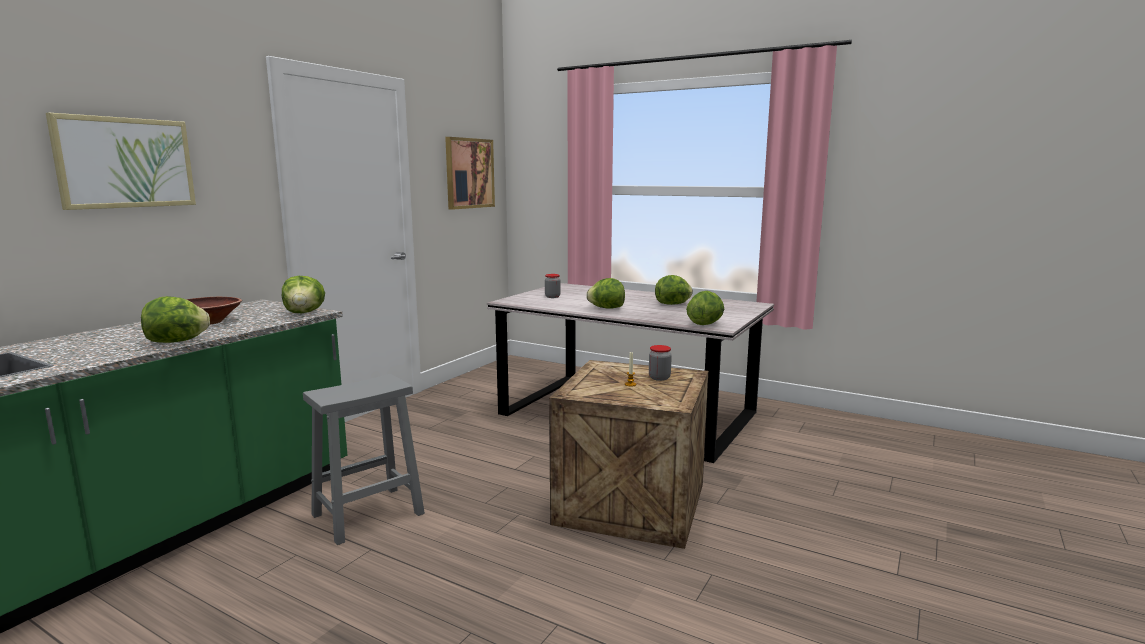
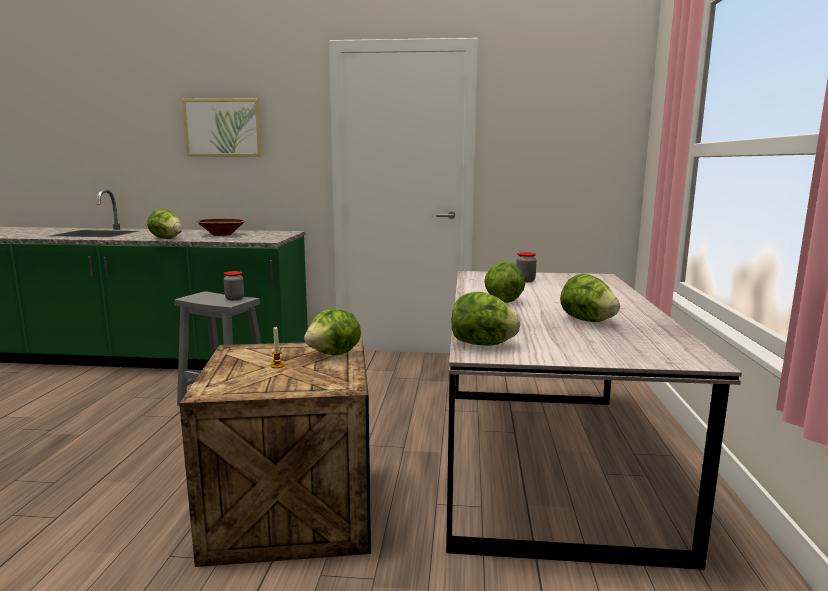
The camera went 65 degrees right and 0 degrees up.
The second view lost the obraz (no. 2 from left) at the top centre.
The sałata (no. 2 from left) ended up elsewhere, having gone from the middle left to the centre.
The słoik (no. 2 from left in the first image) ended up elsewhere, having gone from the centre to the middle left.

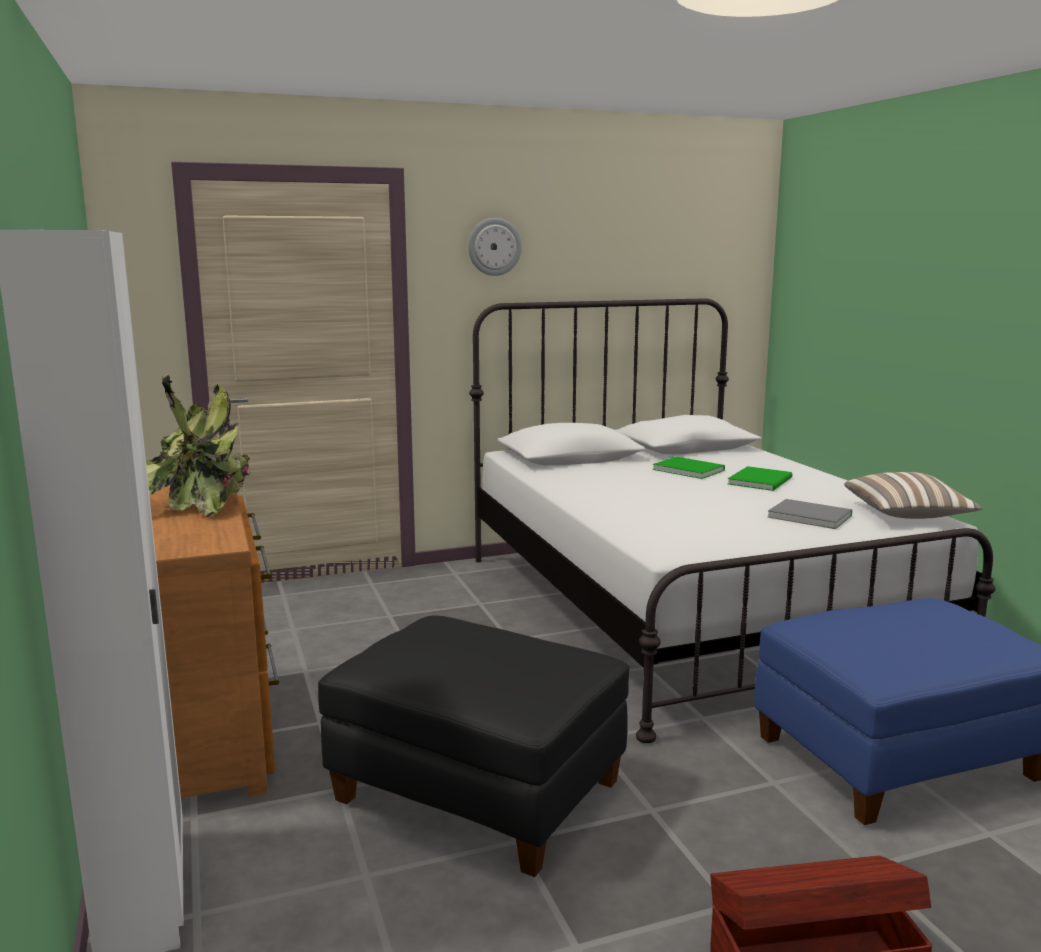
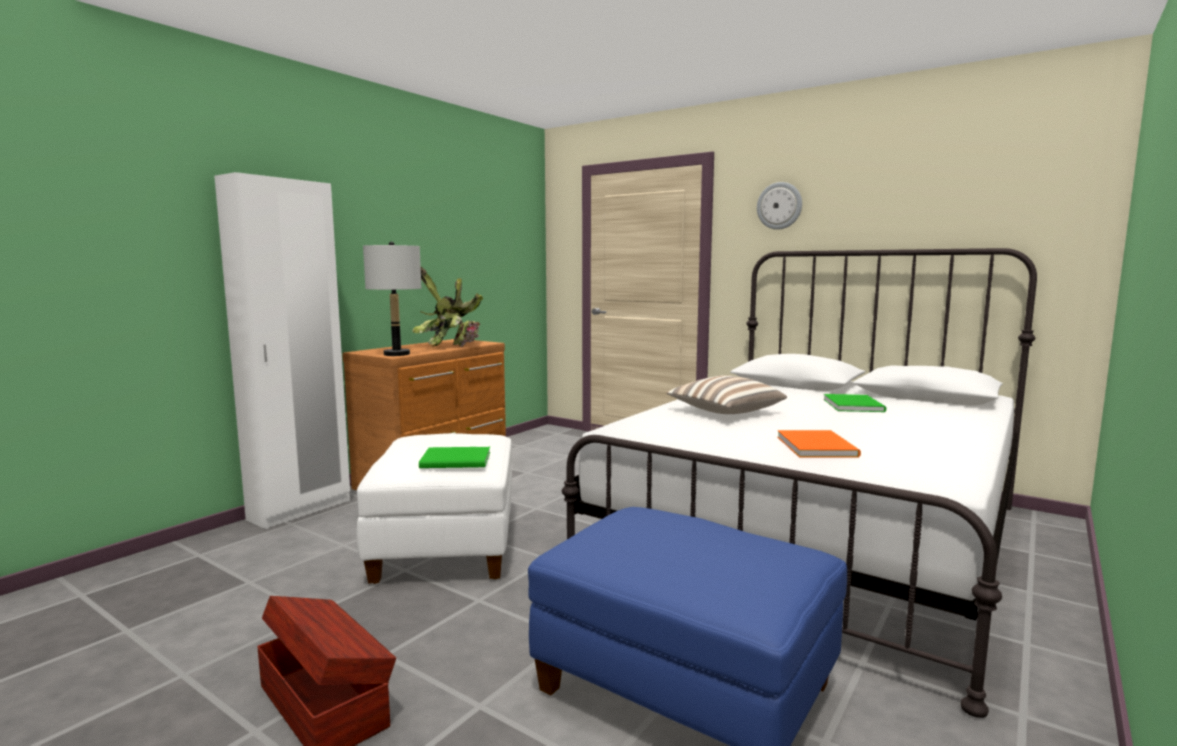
The camera went 55 degrees right and 5 degrees down.
The second view gained the lampa stołowa (szary) at the middle left.
The książka (zielony) (no. 2 from left in the first image) ended up elsewhere, having gone from the middle right to the centre.
The poduszka ended up elsewhere, having gone from the middle right to the centre.
What was the pufa (czarny) at the bottom centre turned into the pufa (biały) at the bottom centre.
What was the książka (szary) at the middle right turned into the książka (pomarańczowy) at the middle right.

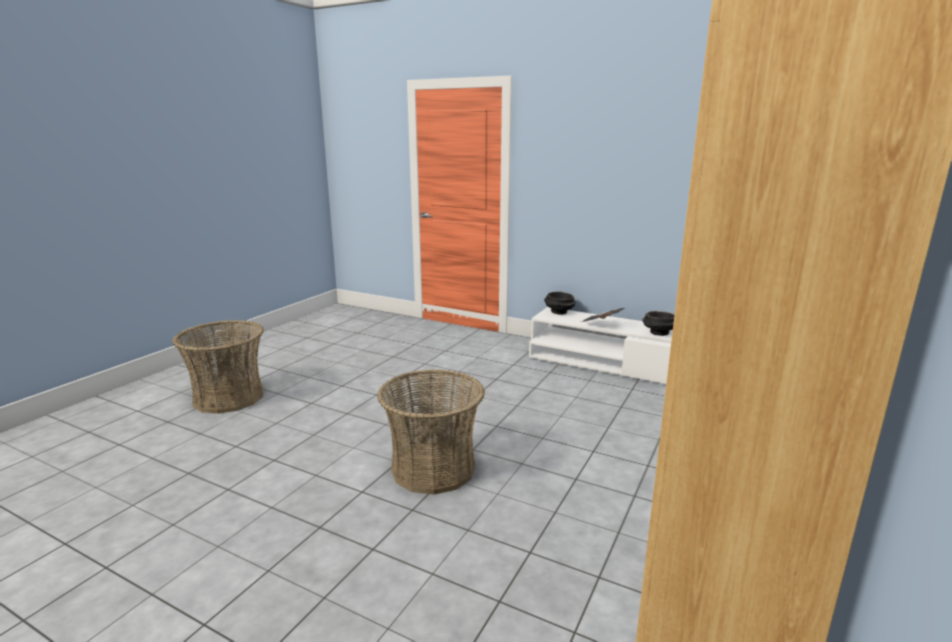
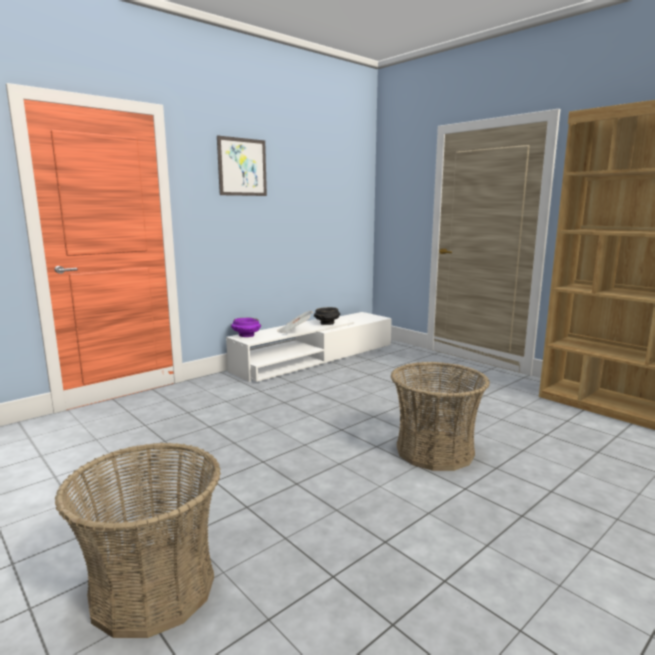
The camera went 70 degrees left and 5 degrees down.
The second view gained the obraz at the top centre.
What was the miska (czarny) (no. 1 from left) at the centre turned into the miska (fioletowy) at the centre.

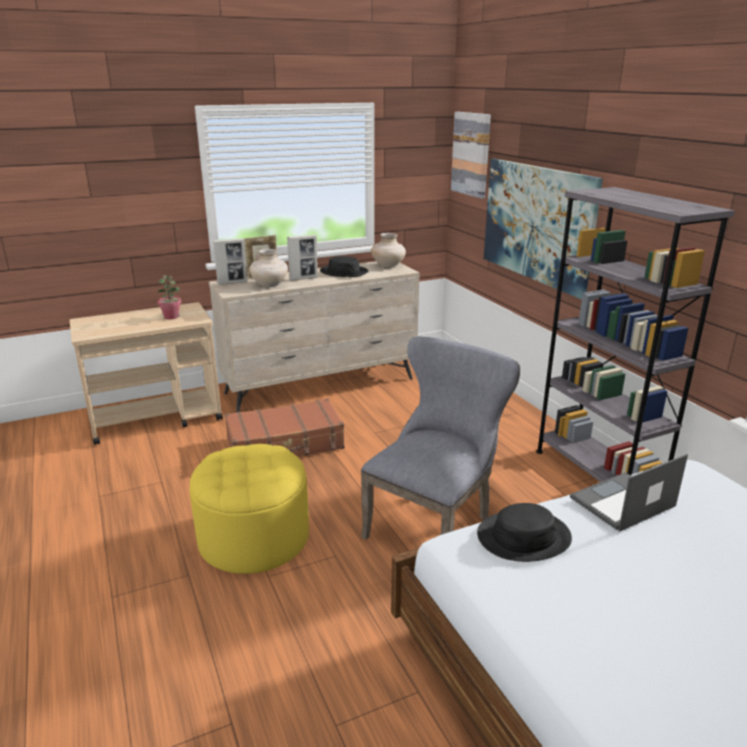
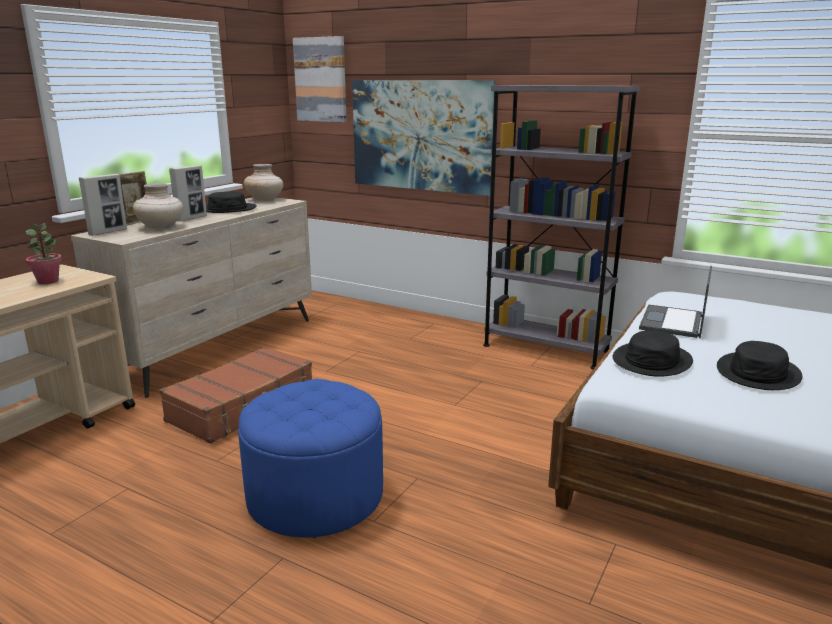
The camera went 35 degrees left and 5 degrees down.
The second view lost the krzesło (szary) at the centre.
The second view gained the kapelusz (czarny) (no. 3 from left) at the middle right.
What was the pufa (żółty) at the bottom centre turned into the pufa (niebieski) at the bottom centre.

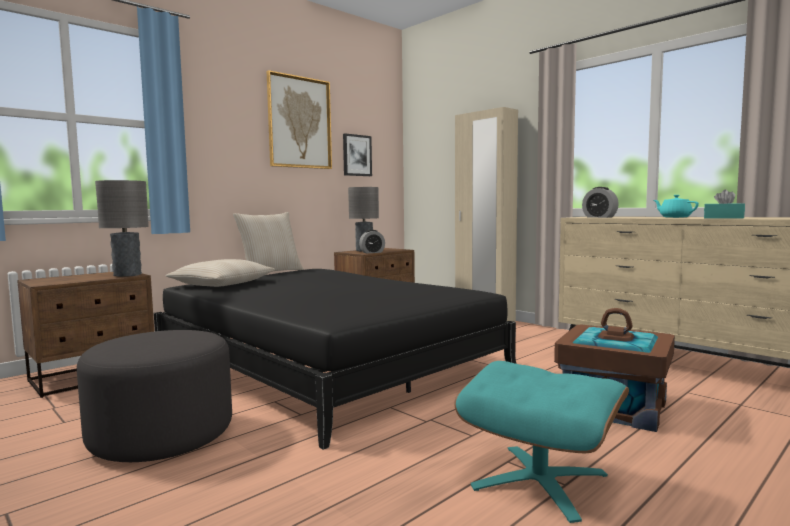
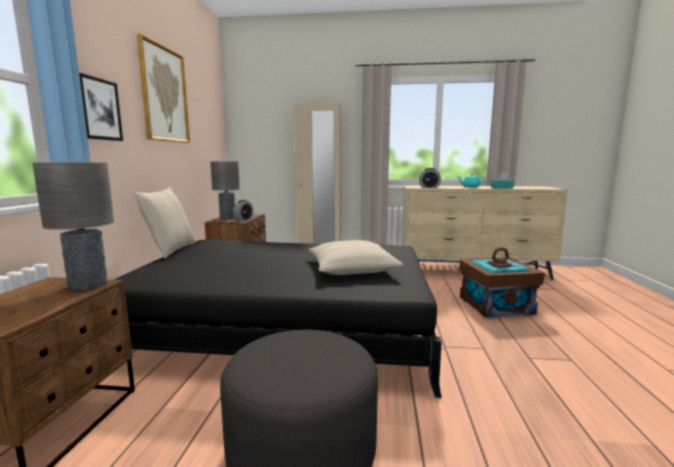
The camera went 40 degrees left and 5 degrees up.
The second view lost the pufa (turkusowy) at the bottom right.
The poduszka (beżowy) (no. 1 from left in the first image) ended up elsewhere, having gone from the middle left to the centre.
The obraz (no. 2 from left in the first image) ended up elsewhere, having gone from the top centre to the top left.

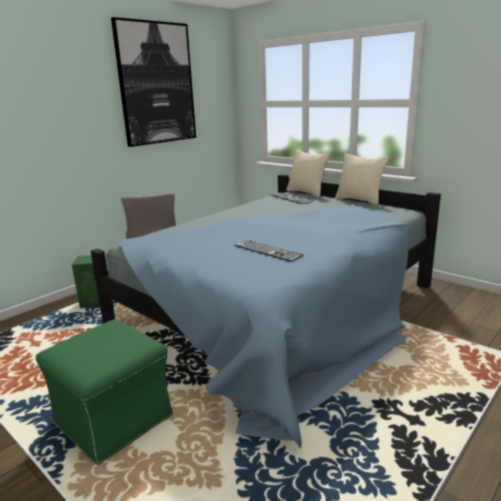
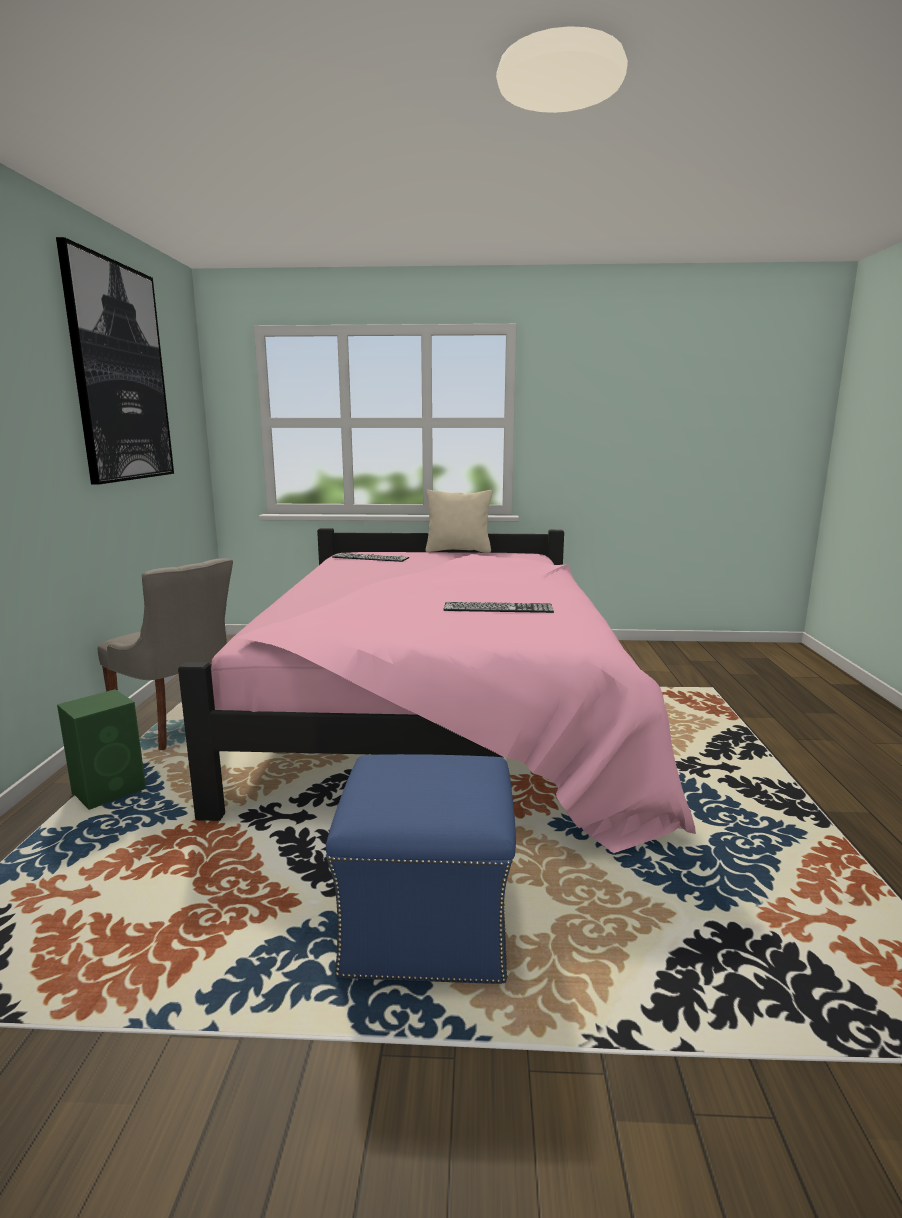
The camera went 40 degrees left and 5 degrees down.
The second view lost the poduszka (beżowy) (no. 1 from left) at the centre.
What was the pufa (zielony) at the bottom left turned into the pufa (niebieski) at the bottom centre.
What was the łóżko (niebieski) at the centre turned into the łóżko (różowy) at the centre.

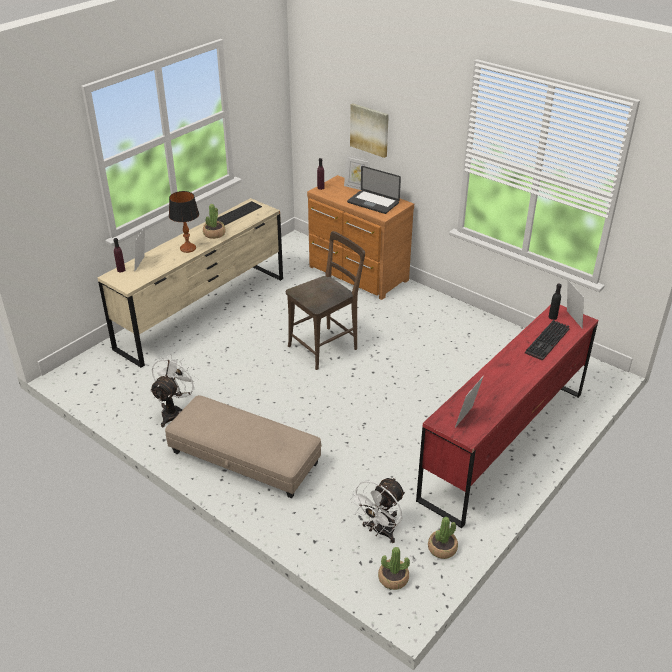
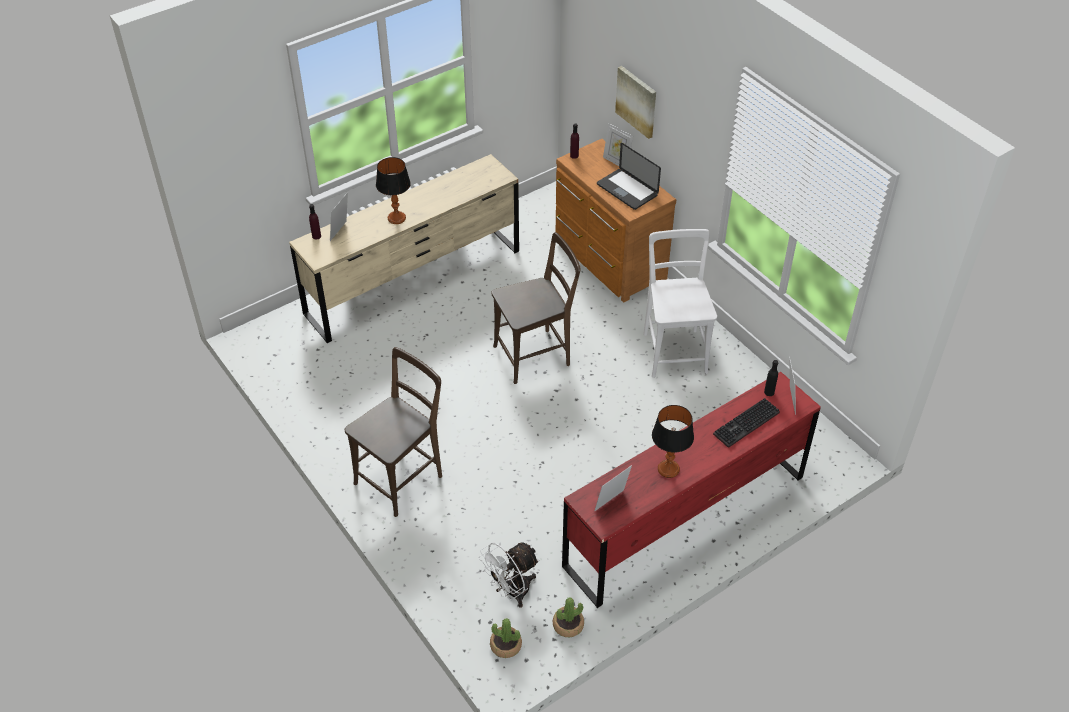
The camera went 15 degrees right and 10 degrees up.
The second view lost the wentylator (biały) (no. 1 from left) at the middle left.
The second view lost the roślina doniczkowa (no. 1 from left) at the top left.
The second view lost the klawiatura (no. 1 from left) at the top centre.
The second view gained the krzesło (biały) at the centre.
The second view gained the lampa stołowa (no. 2 from left) at the centre.
Where the pufa (beżowy) stood at the centre, the krzesło (brązowy) (no. 1 from left) came to stand at the centre.

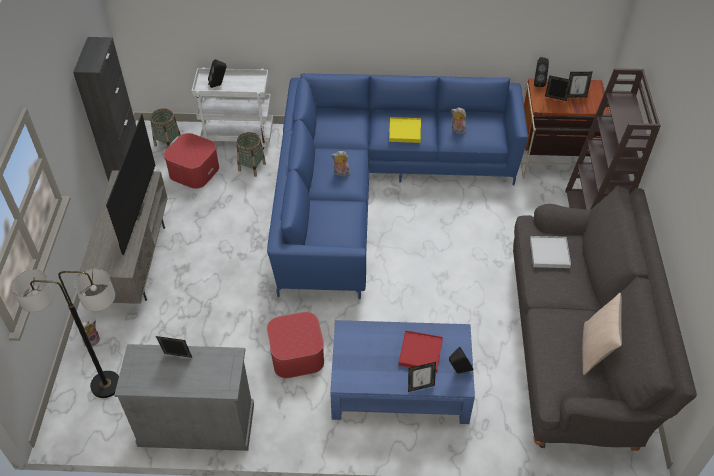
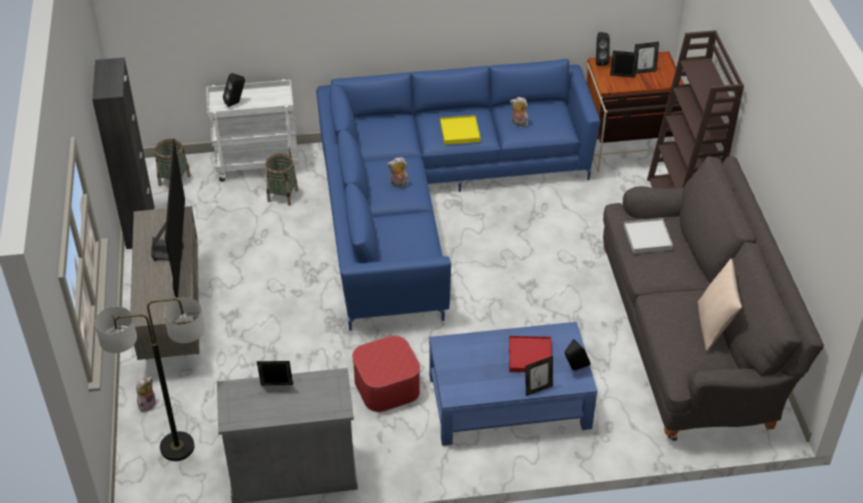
The camera went 10 degrees left and 5 degrees down.
The second view lost the pufa (no. 1 from left) at the middle left.

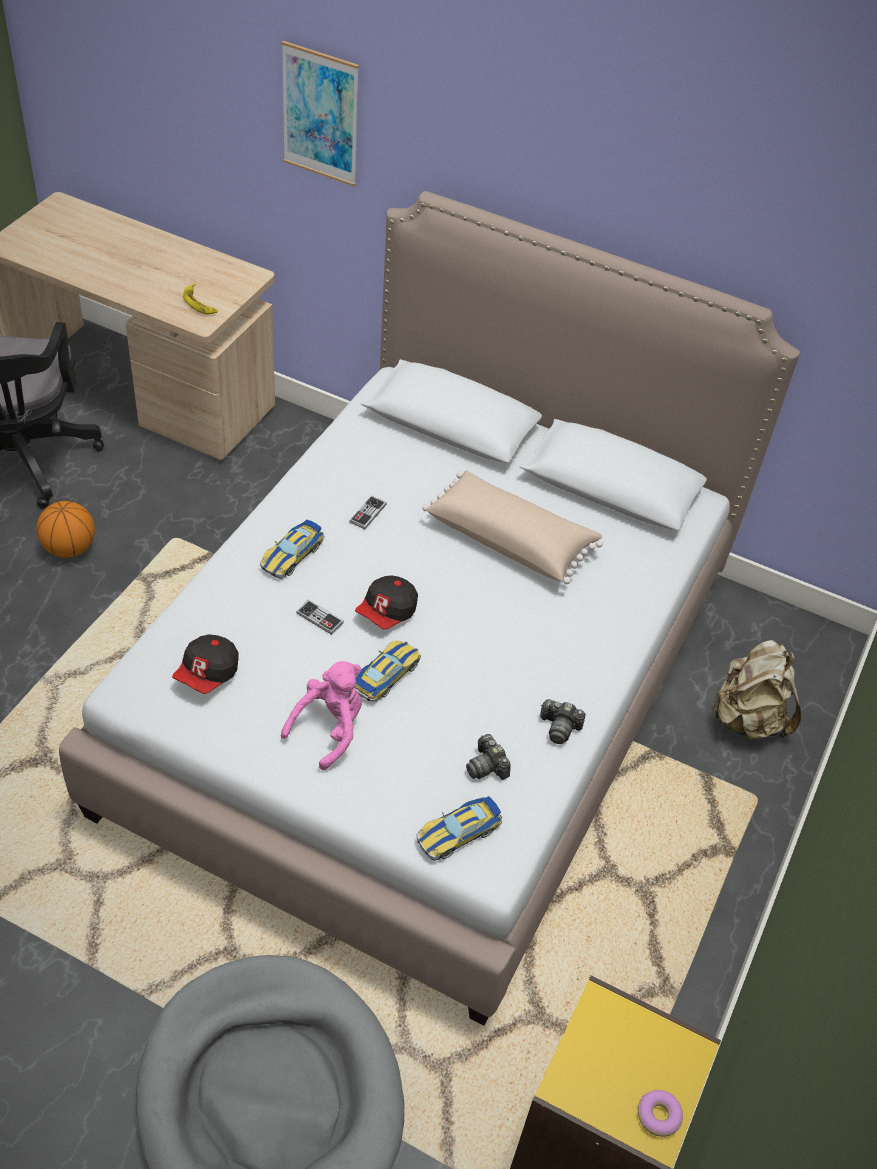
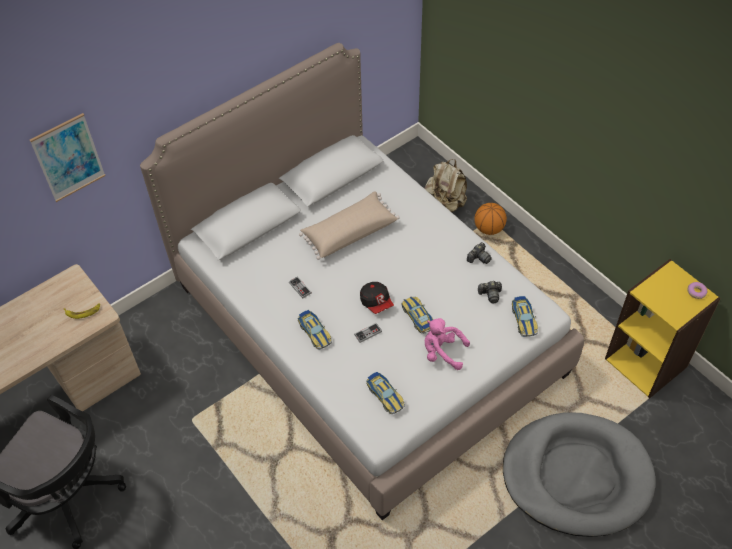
The camera went 60 degrees left and 5 degrees up.
The piłka do koszykówki ended up elsewhere, having gone from the middle left to the middle right.
Where the czapka z daszkiem (no. 1 from left) stood at the middle left, the samochodzik (no. 2 from left) came to stand at the bottom centre.
The pluszak (różowy) at the centre ended up facing another way, 45 degrees counterclockwise from before.

